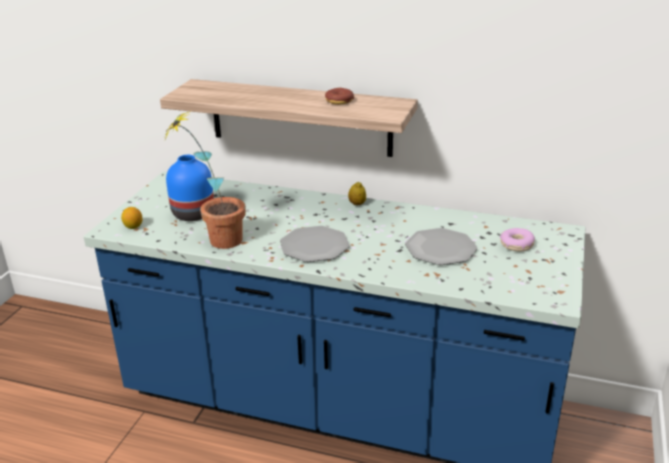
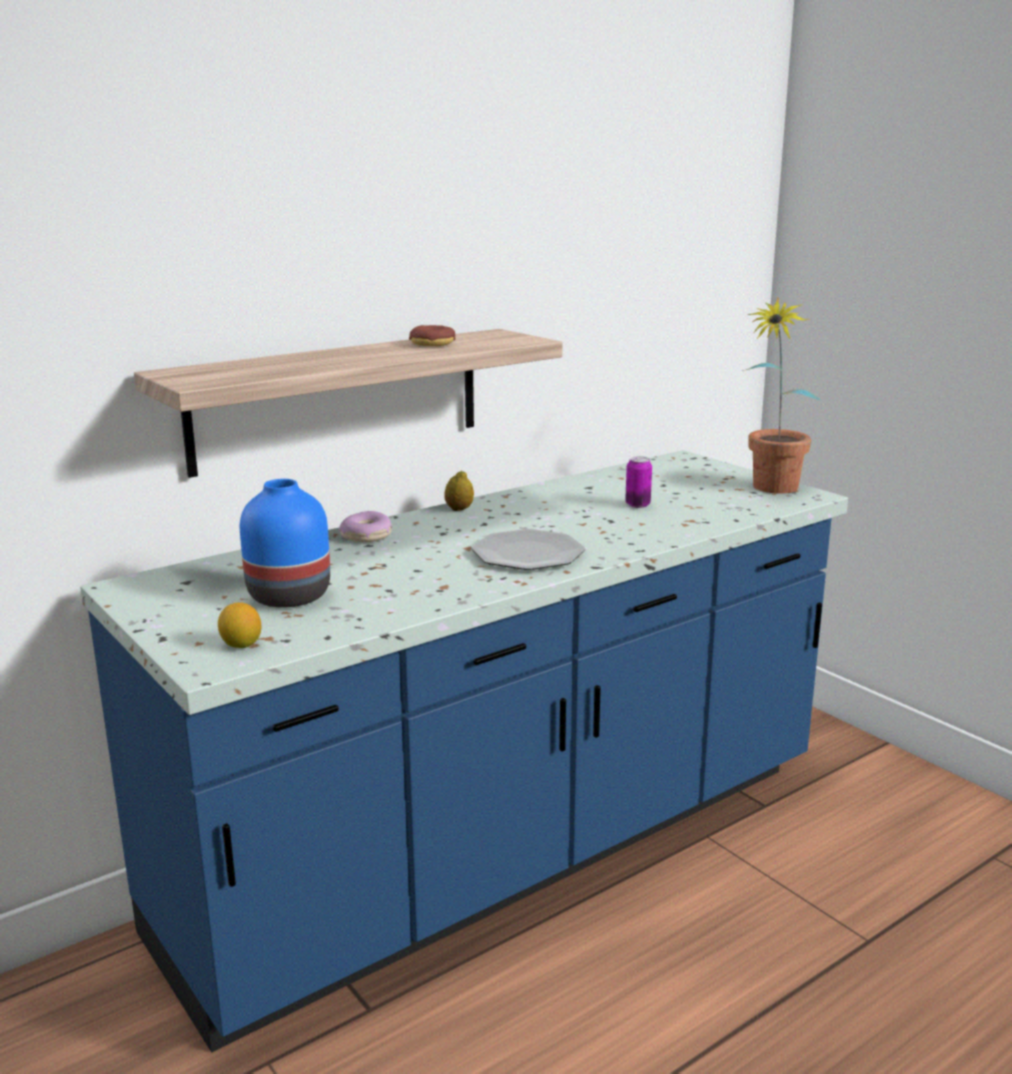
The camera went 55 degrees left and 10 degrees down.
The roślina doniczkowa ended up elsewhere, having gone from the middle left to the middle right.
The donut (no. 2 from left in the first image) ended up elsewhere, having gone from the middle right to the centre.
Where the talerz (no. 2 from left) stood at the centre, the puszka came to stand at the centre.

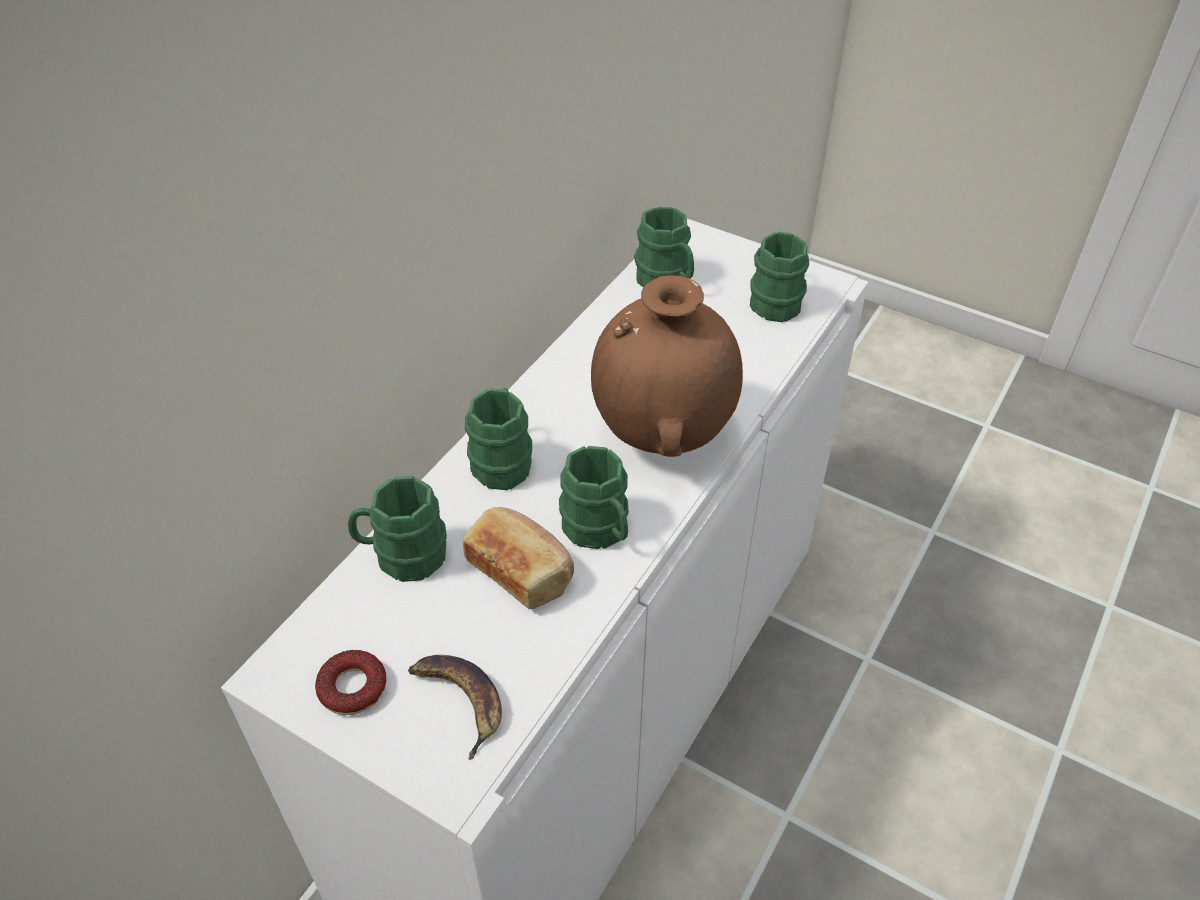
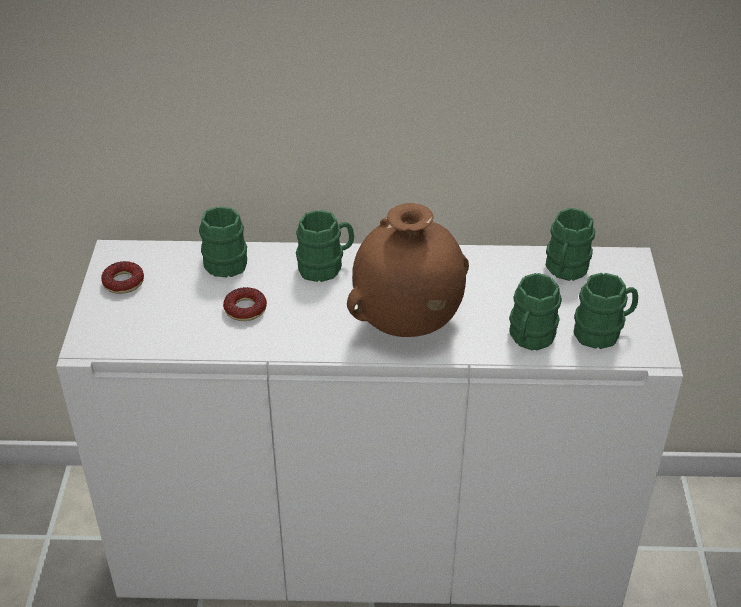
The camera went 60 degrees right and 5 degrees down.
The second view lost the banan at the bottom centre.
The kubek (zielony) (no. 3 from left) ended up elsewhere, having gone from the centre to the middle right.
Where the chleb stood at the centre, the donut (no. 2 from left) came to stand at the middle left.

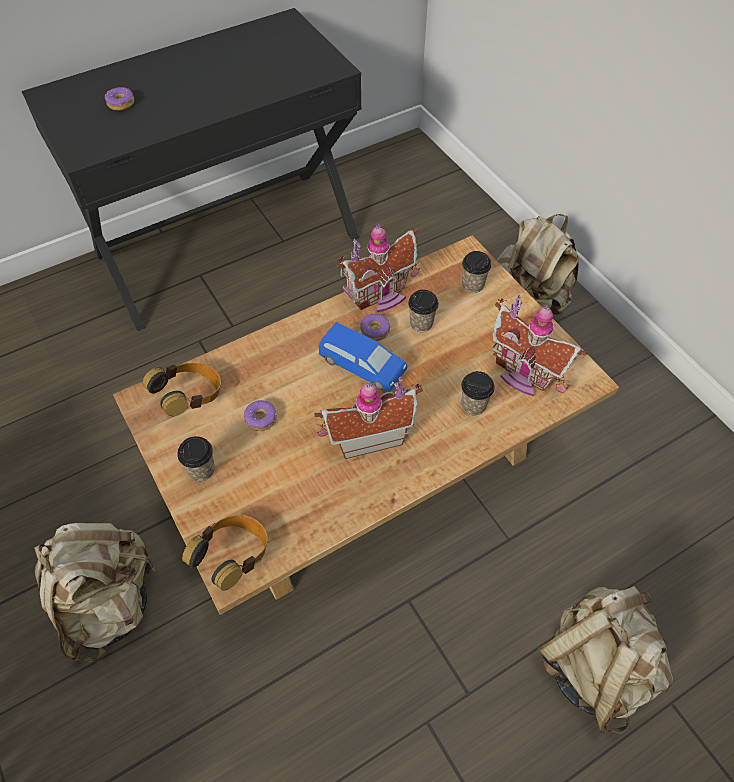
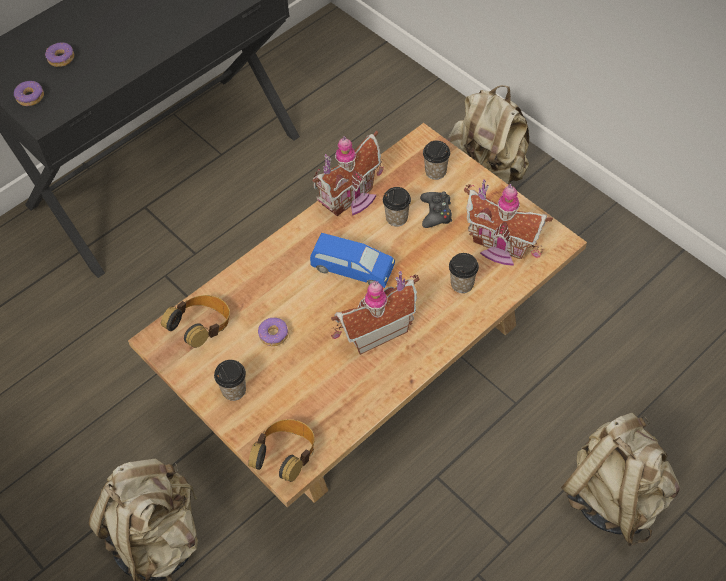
The camera went 10 degrees left and 0 degrees up.
The second view gained the pad do gier (czarny) at the centre.
The donut (no. 3 from left in the first image) ended up elsewhere, having gone from the centre to the top left.

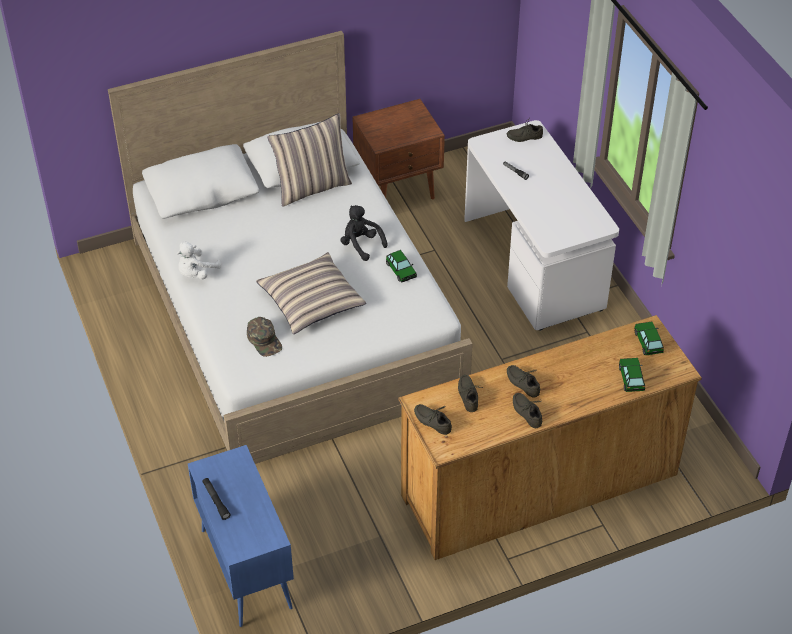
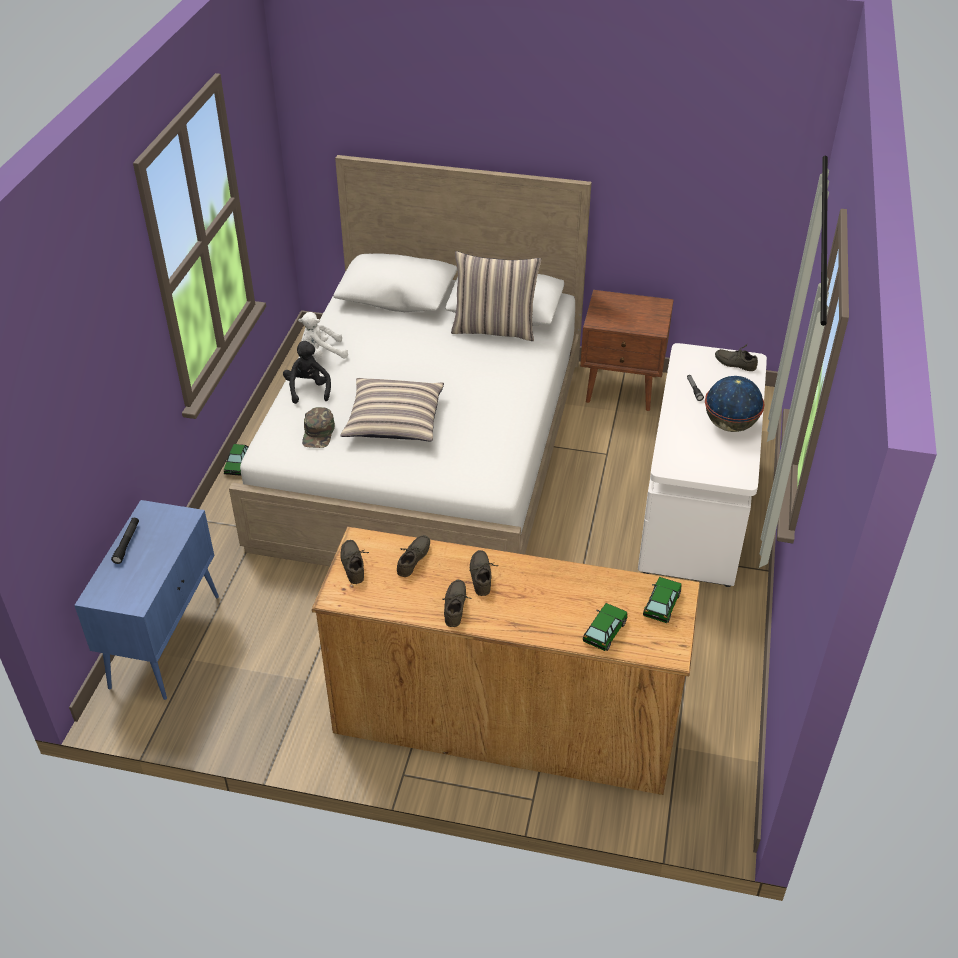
The camera went 35 degrees right and 5 degrees down.
The second view gained the globus at the middle right.
The pluszak (czarny) ended up elsewhere, having gone from the centre to the middle left.
The samochodzik (no. 1 from left) ended up elsewhere, having gone from the centre to the middle left.

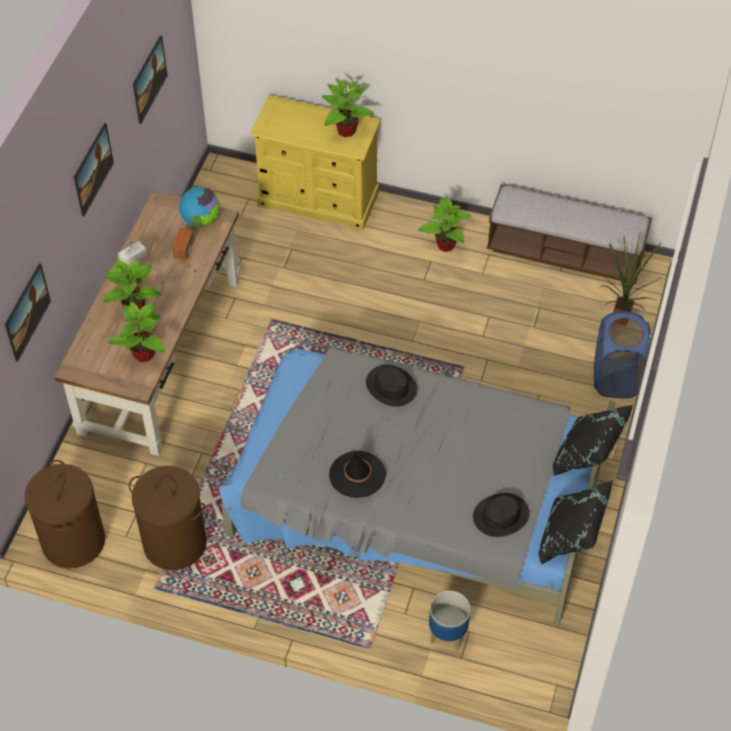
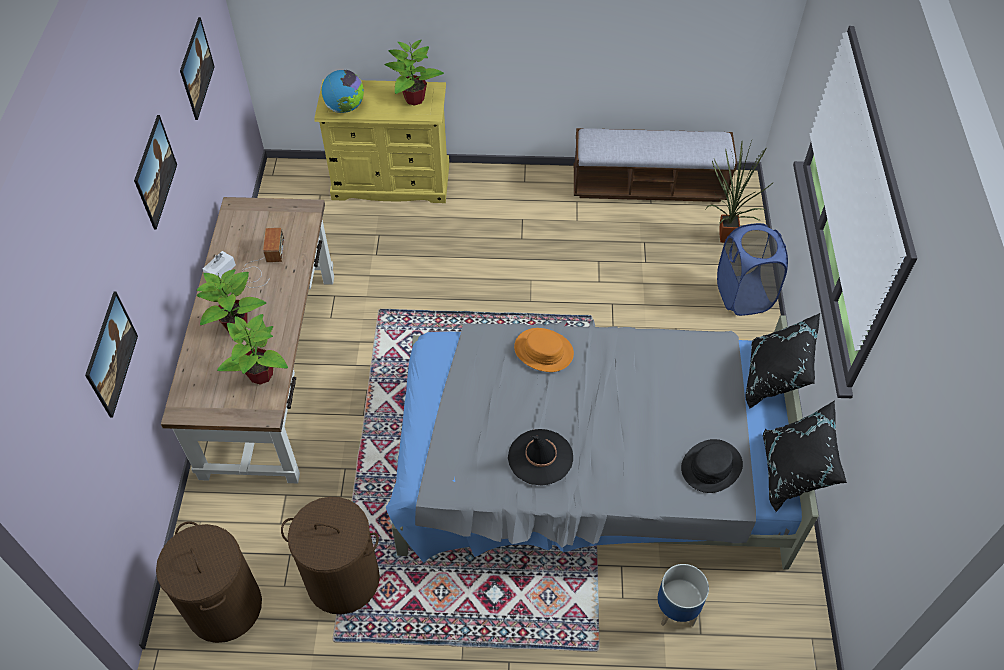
The camera went 15 degrees left and 0 degrees up.
The second view lost the roślina doniczkowa (no. 4 from left) at the top centre.
The globus ended up elsewhere, having gone from the top left to the top centre.
What was the kapelusz (czarny) (no. 2 from left) at the centre turned into the kapelusz (pomarańczowy) at the centre.

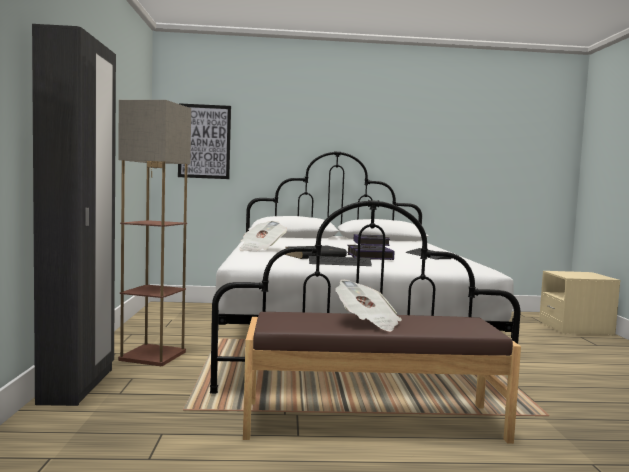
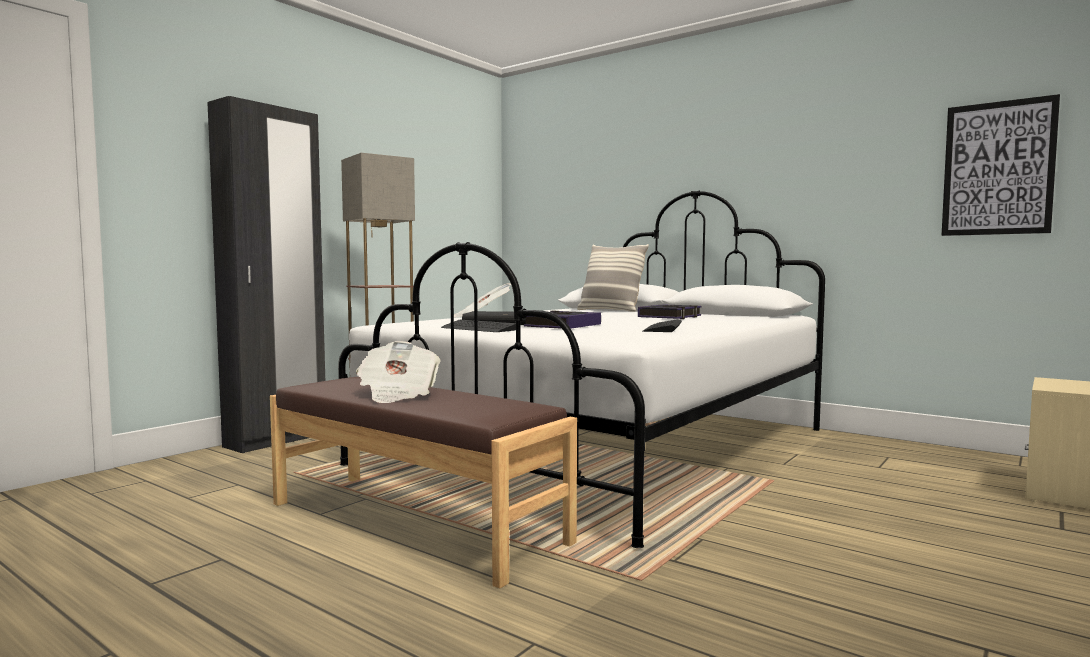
The camera went 40 degrees right and 0 degrees up.
The second view gained the poduszka at the centre.
The obraz ended up elsewhere, having gone from the top left to the top right.

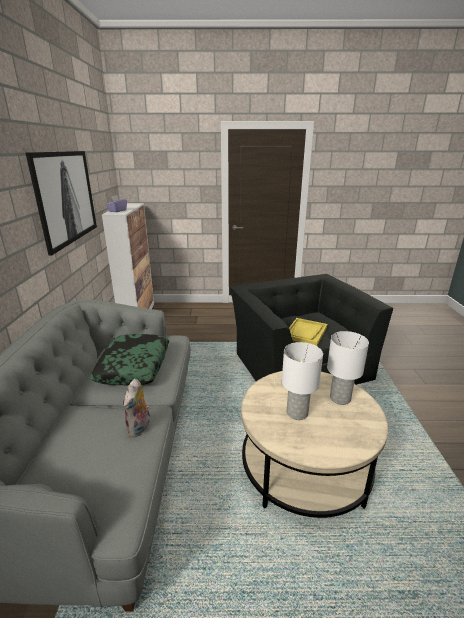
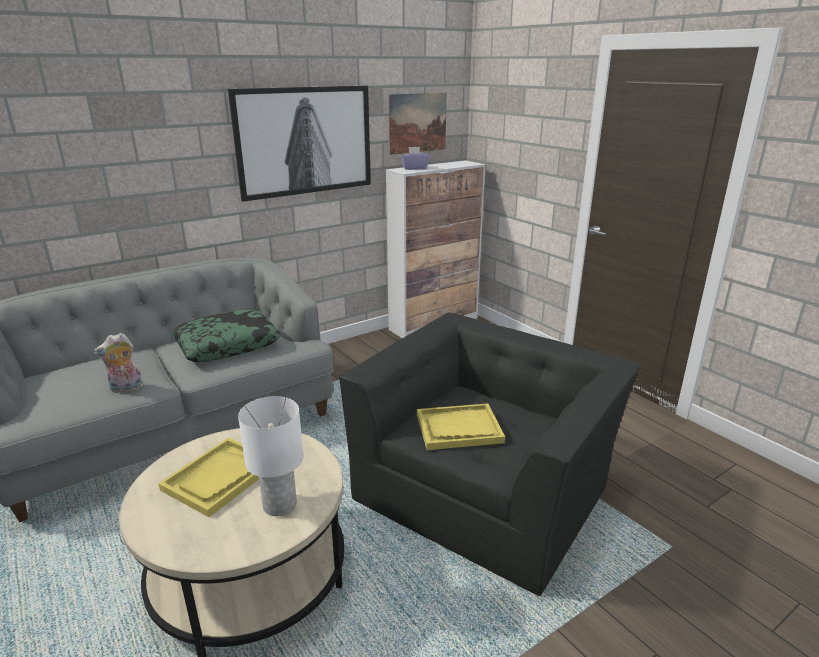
The camera went 55 degrees right and 0 degrees up.
The second view gained the obraz (no. 2 from left) at the top centre.
Where the lampa stołowa (biały) (no. 1 from left) stood at the centre, the taca (żółty) (no. 1 from left) came to stand at the bottom left.

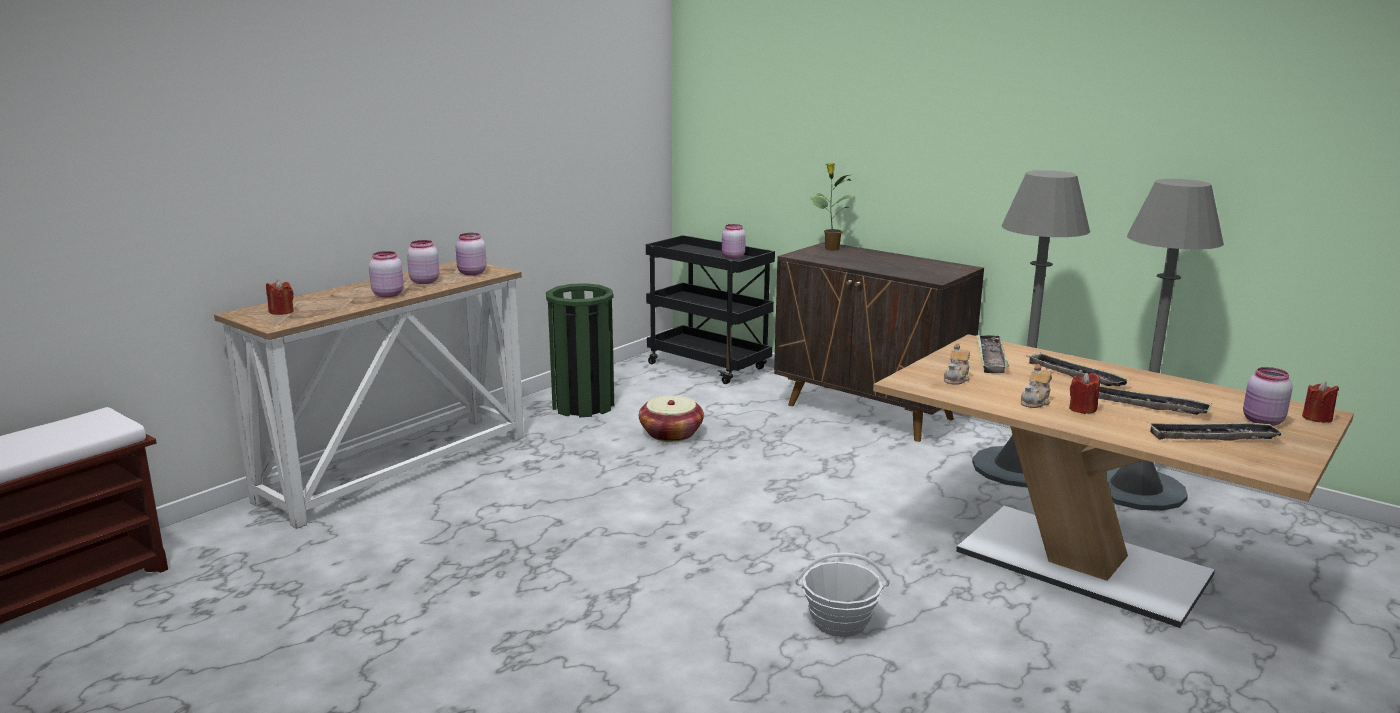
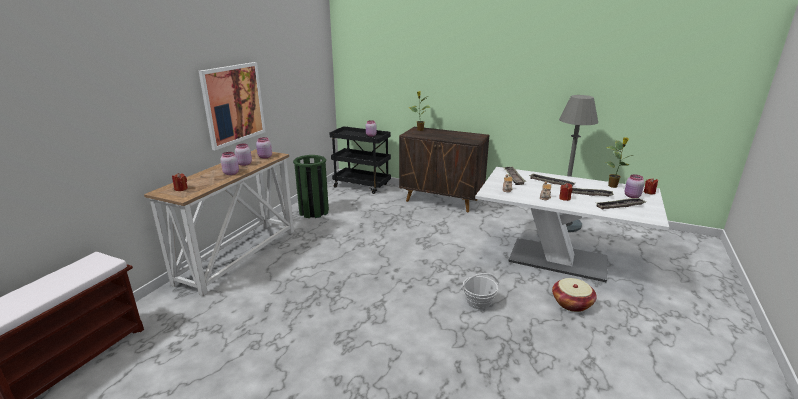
The camera went 15 degrees left and 5 degrees up.
The second view lost the lampa stojąca (szary) (no. 1 from left) at the middle right.
The second view gained the obraz at the top left.
The second view gained the roślina doniczkowa (no. 2 from left) at the middle right.
The koszyk (no. 1 from left in the first image) ended up elsewhere, having gone from the centre to the bottom right.
What was the stół jadalny (brązowy) at the bottom right turned into the stół jadalny (biały) at the middle right.

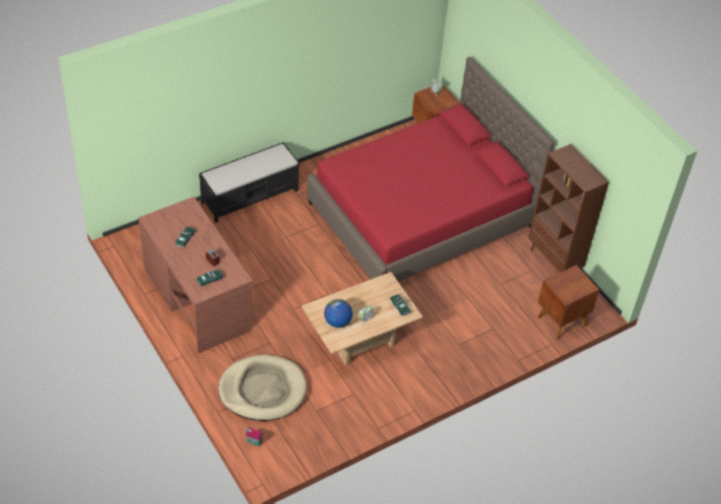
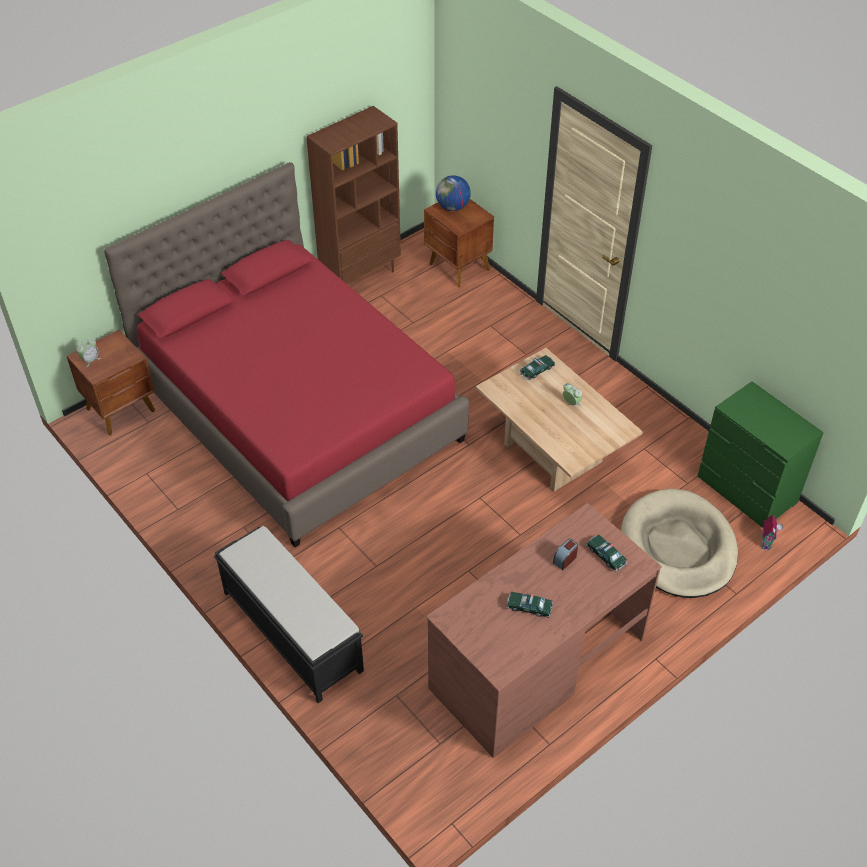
The camera went 95 degrees left and 0 degrees up.
The second view gained the komoda (zielony) at the middle right.
The globus ended up elsewhere, having gone from the centre to the top centre.

